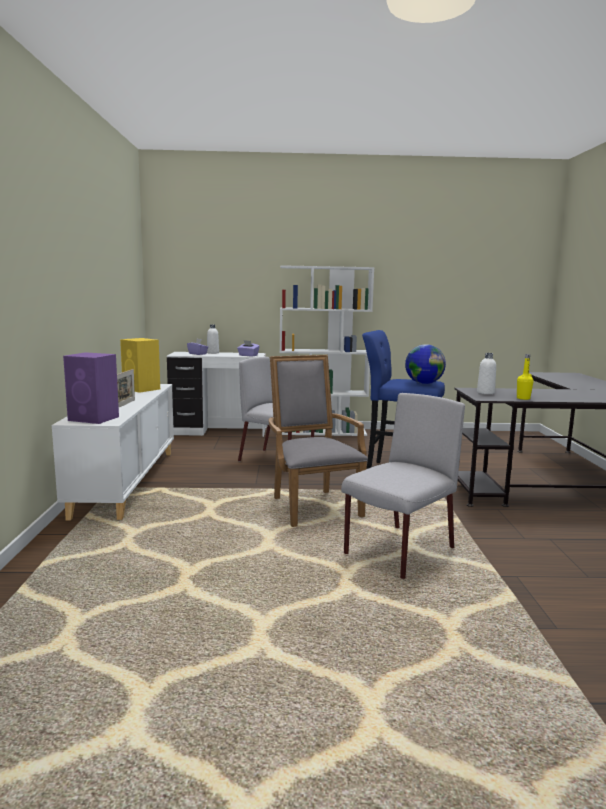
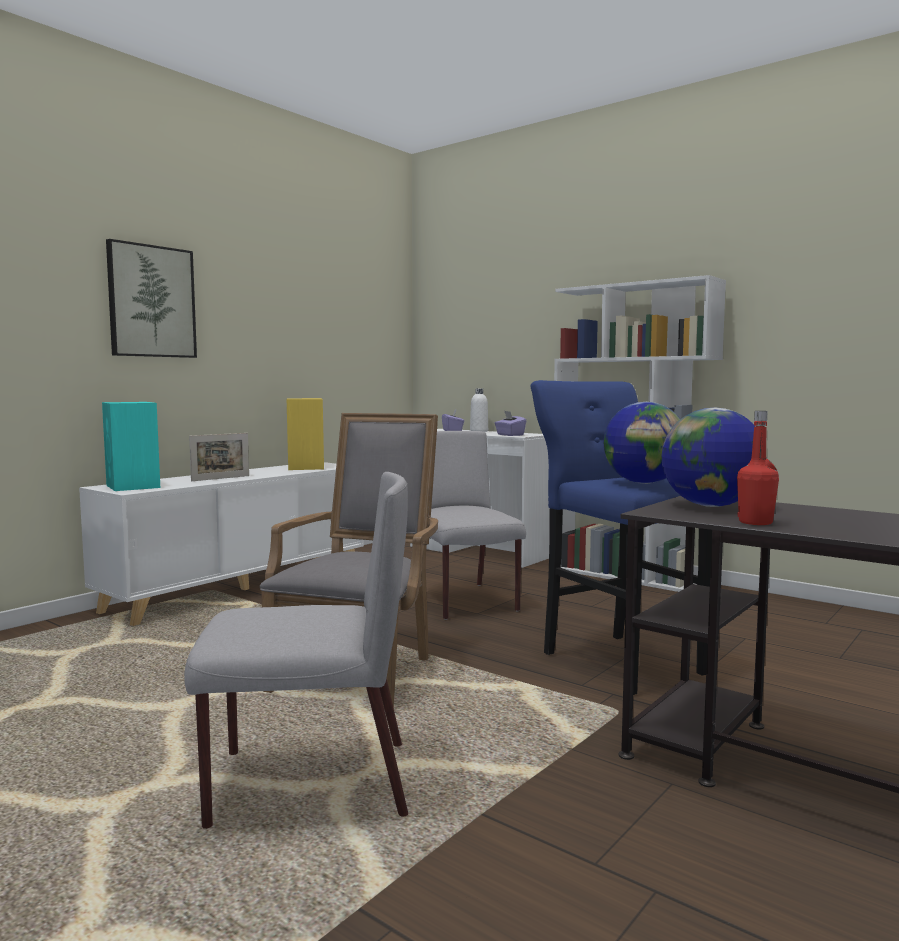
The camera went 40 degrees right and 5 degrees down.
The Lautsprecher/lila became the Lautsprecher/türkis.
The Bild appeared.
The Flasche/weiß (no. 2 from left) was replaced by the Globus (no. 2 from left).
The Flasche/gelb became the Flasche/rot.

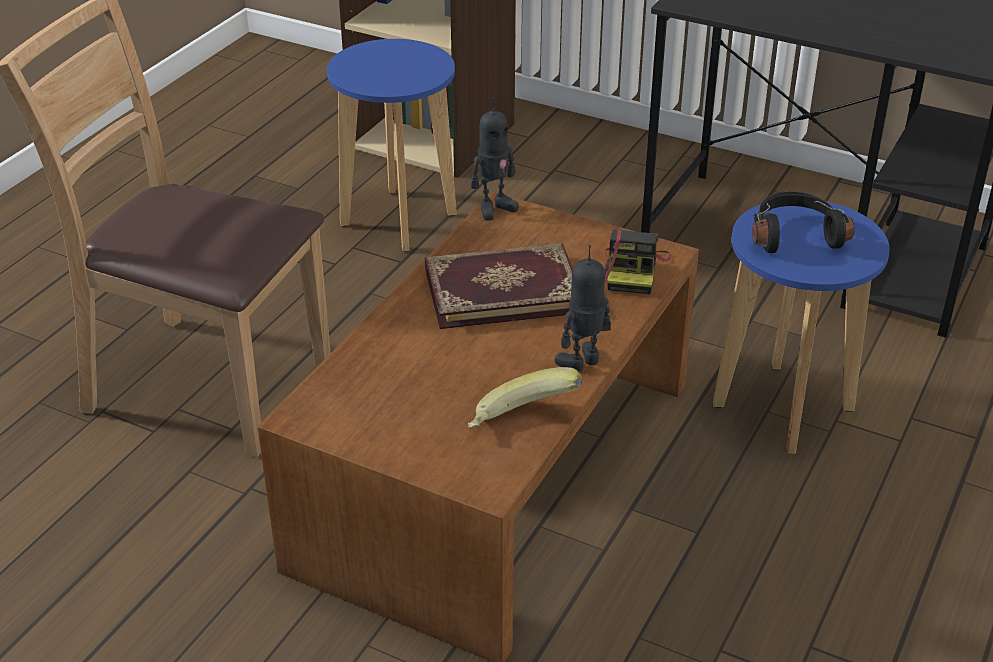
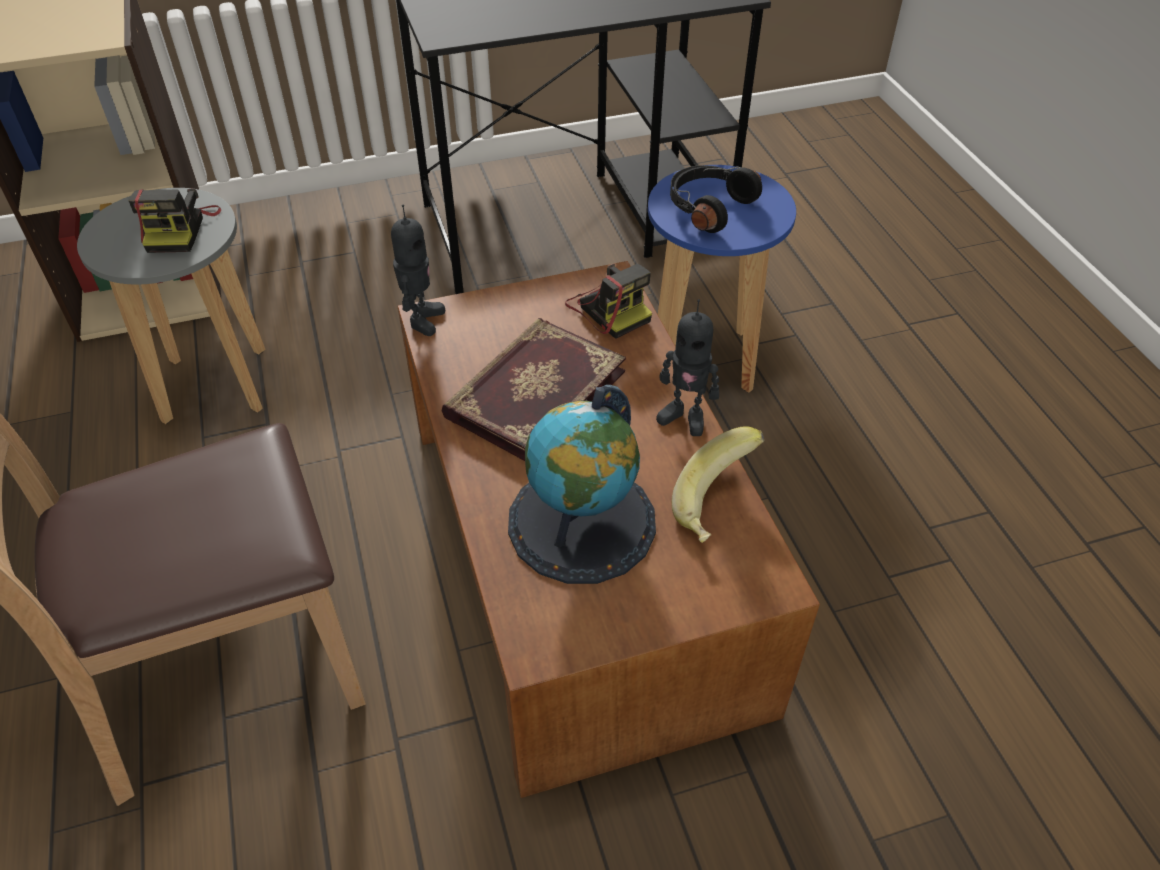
The camera went 45 degrees left and 10 degrees up.
The Hocker/blau (no. 1 from left) became the Hocker/grau.
The Kamera (no. 1 from left) appeared.
The Globus appeared.
The Spielzeugroboter (no. 2 from left) turned 75 degrees counterclockwise.

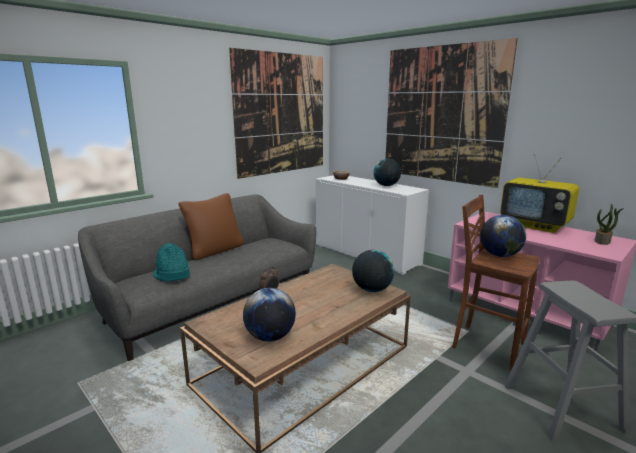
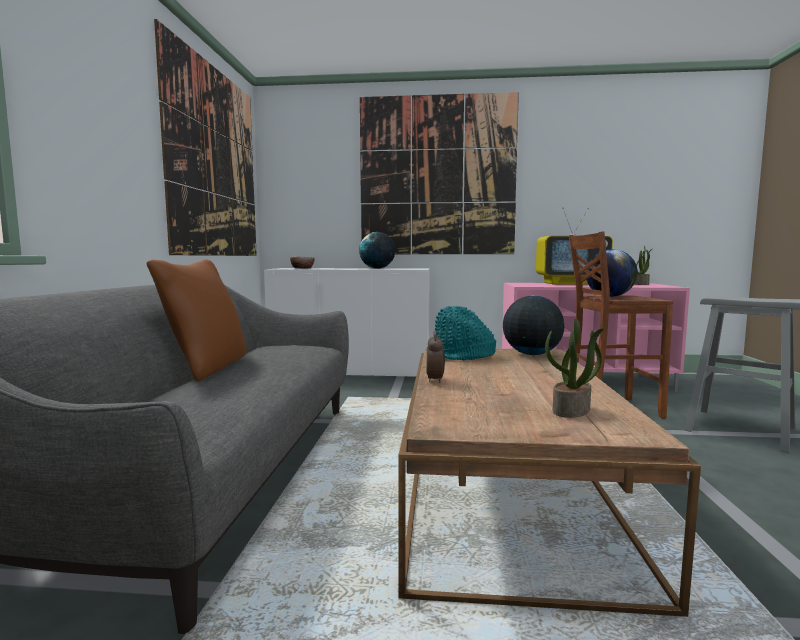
The camera went 40 degrees left and 10 degrees down.
The Hut/türkis moved.
The Globus (no. 1 from left) was replaced by the Topfpflanze (no. 1 from left).

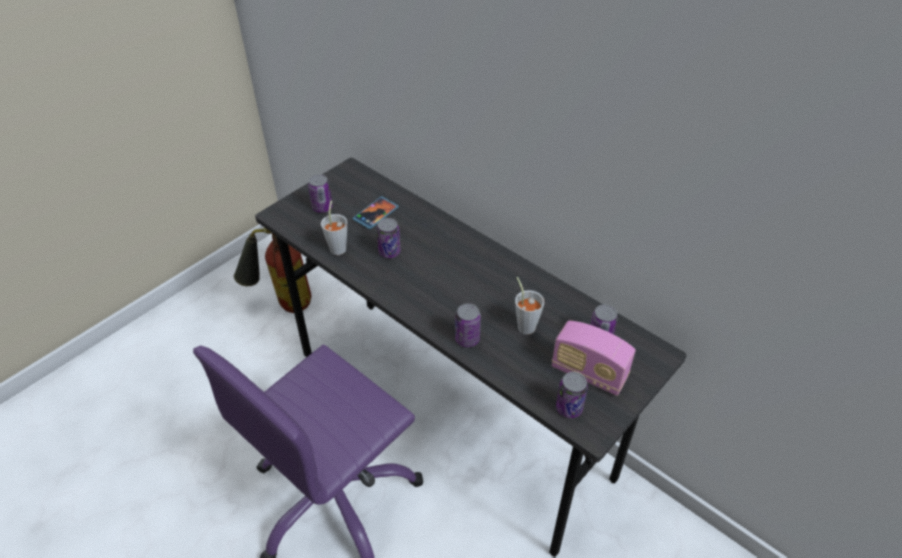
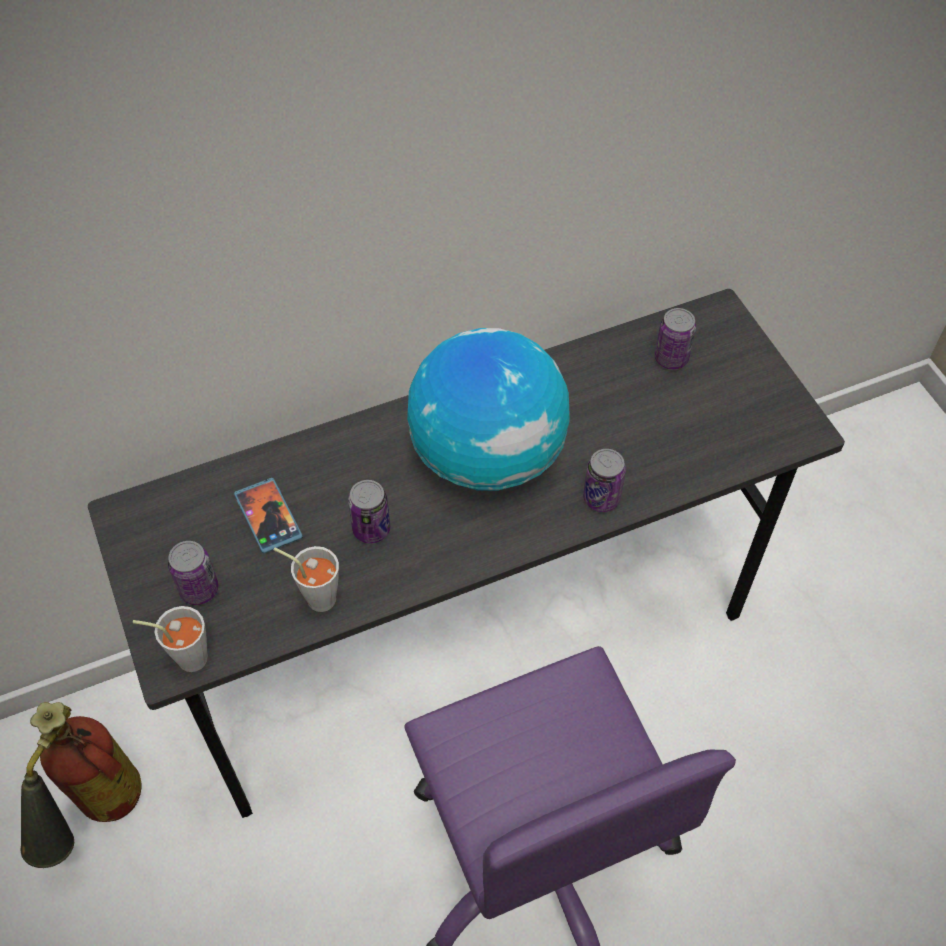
The camera went 65 degrees left and 10 degrees up.
The Tasse/grau (no. 2 from left in the first image) moved.
The Globus appeared.
The Radio disappeared.
The Dose (no. 4 from left) disappeared.

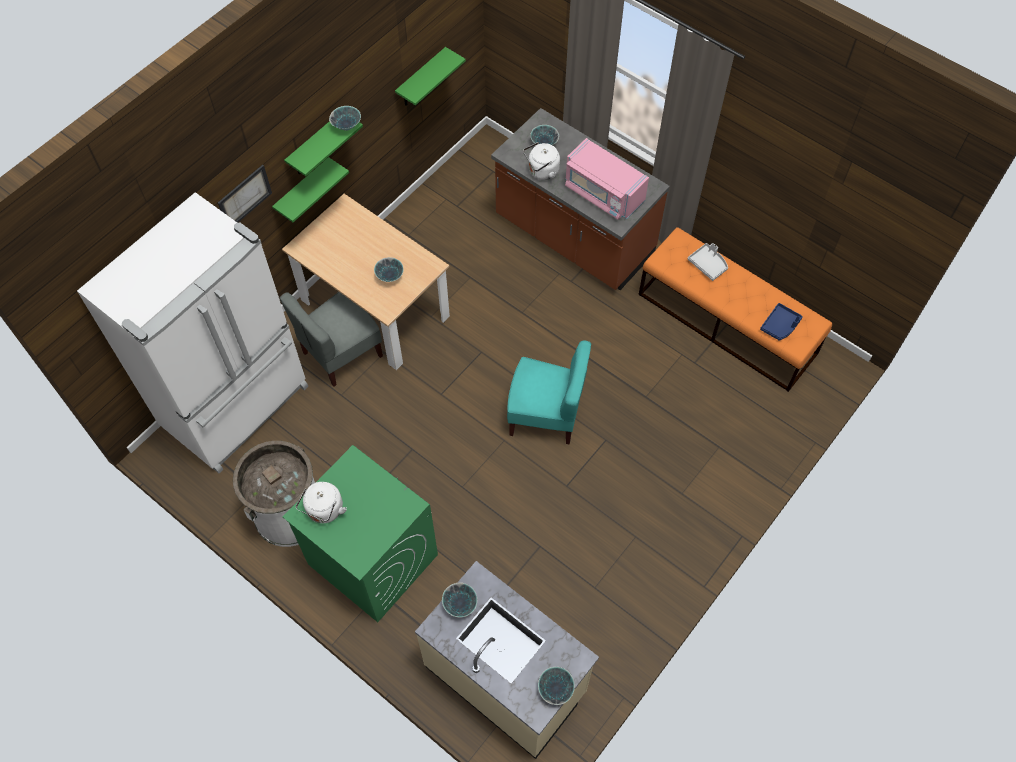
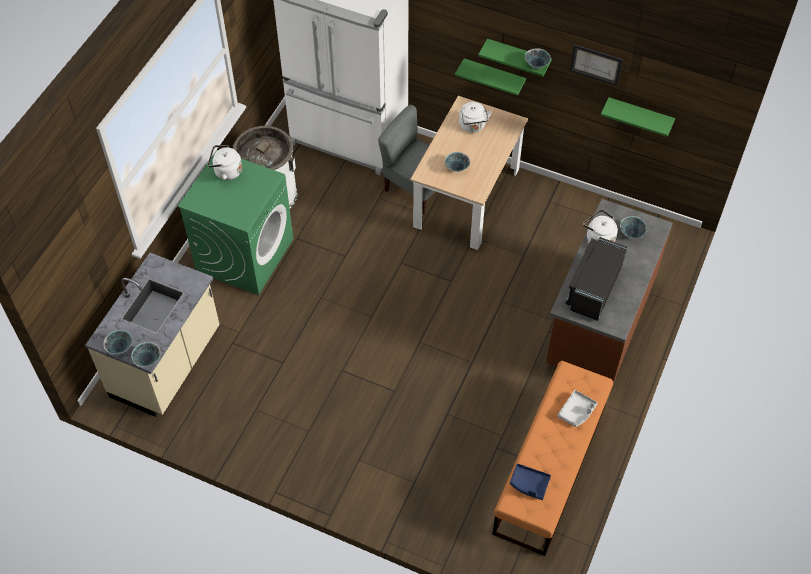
The camera went 75 degrees right and 5 degrees down.
The Schüssel (no. 3 from left in the first image) moved.
The Wasserkessel/weiß (no. 2 from left) appeared.
The Mikrowelle/rosa became the Mikrowelle/schwarz.
The Bild moved.
The Stuhl/türkis disappeared.

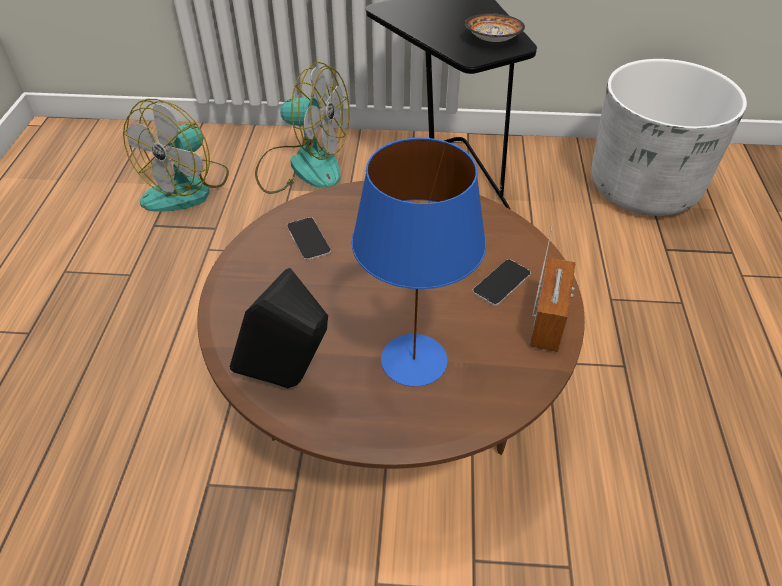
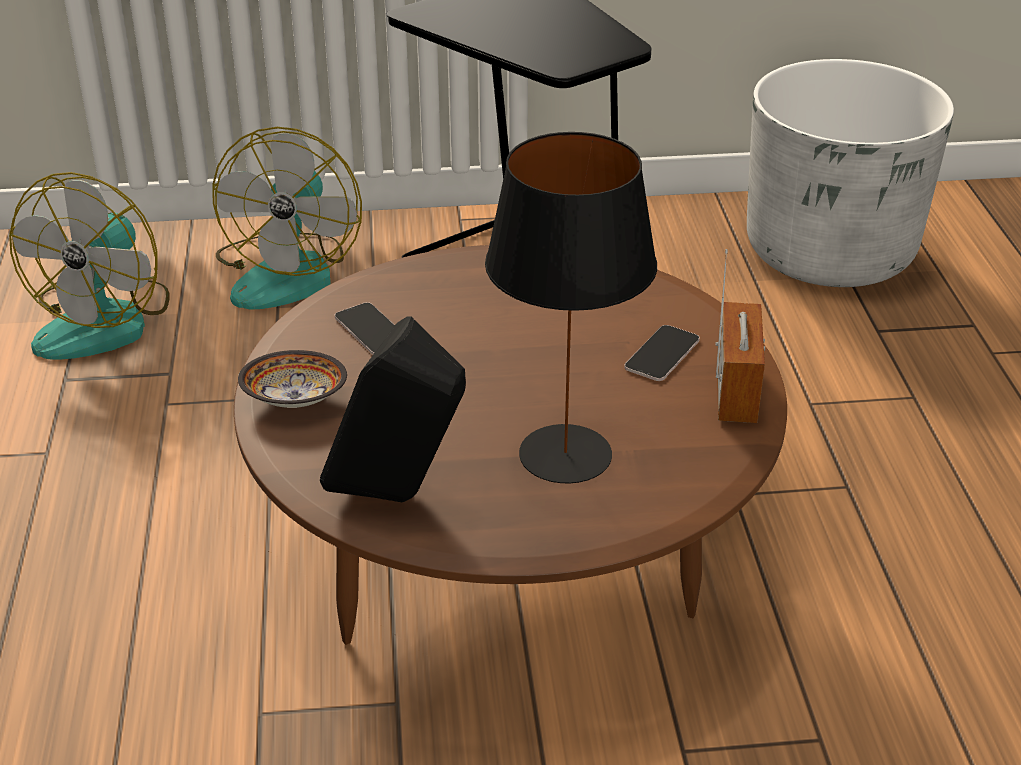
The camera went 10 degrees left and 10 degrees down.
The Ventilator (no. 2 from left) turned 90 degrees clockwise.
The Schüssel moved.
The Tischlampe/blau became the Tischlampe/schwarz.

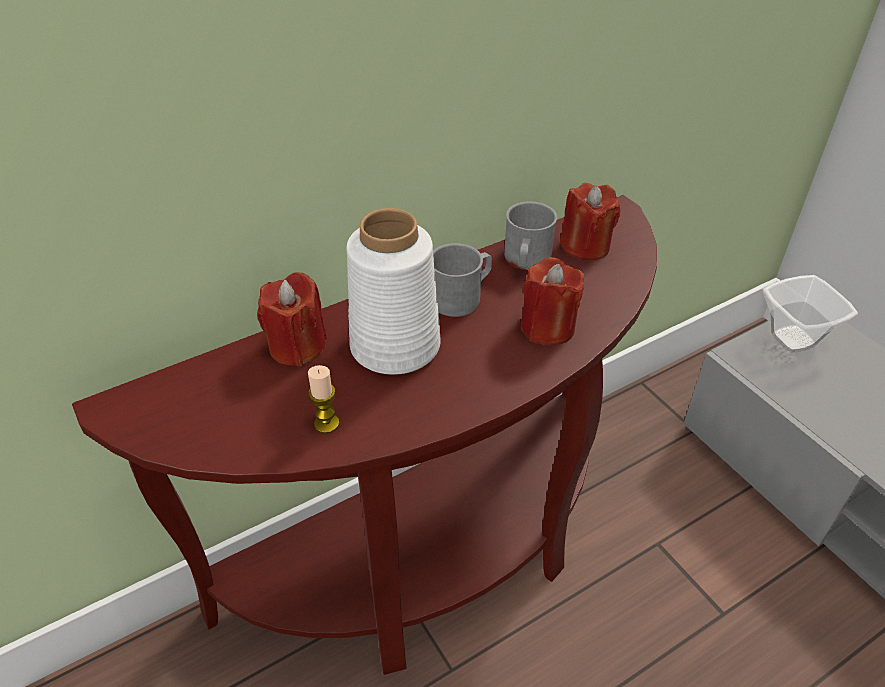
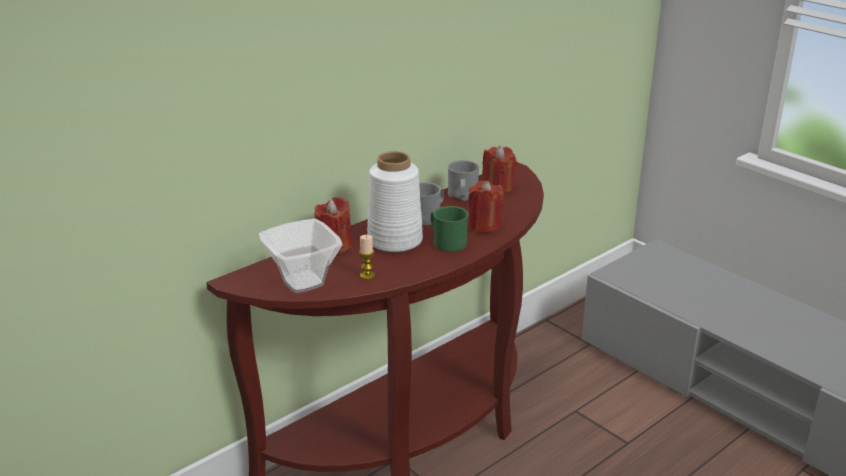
The camera went 10 degrees left and 15 degrees down.
The Schüssel moved.
The Henkelbecher/grün appeared.

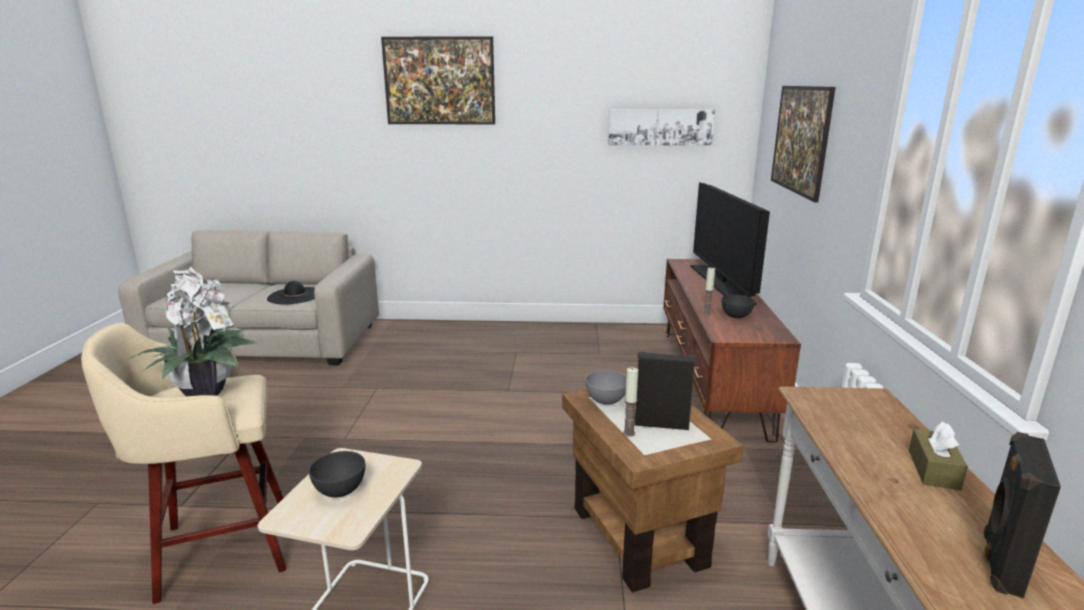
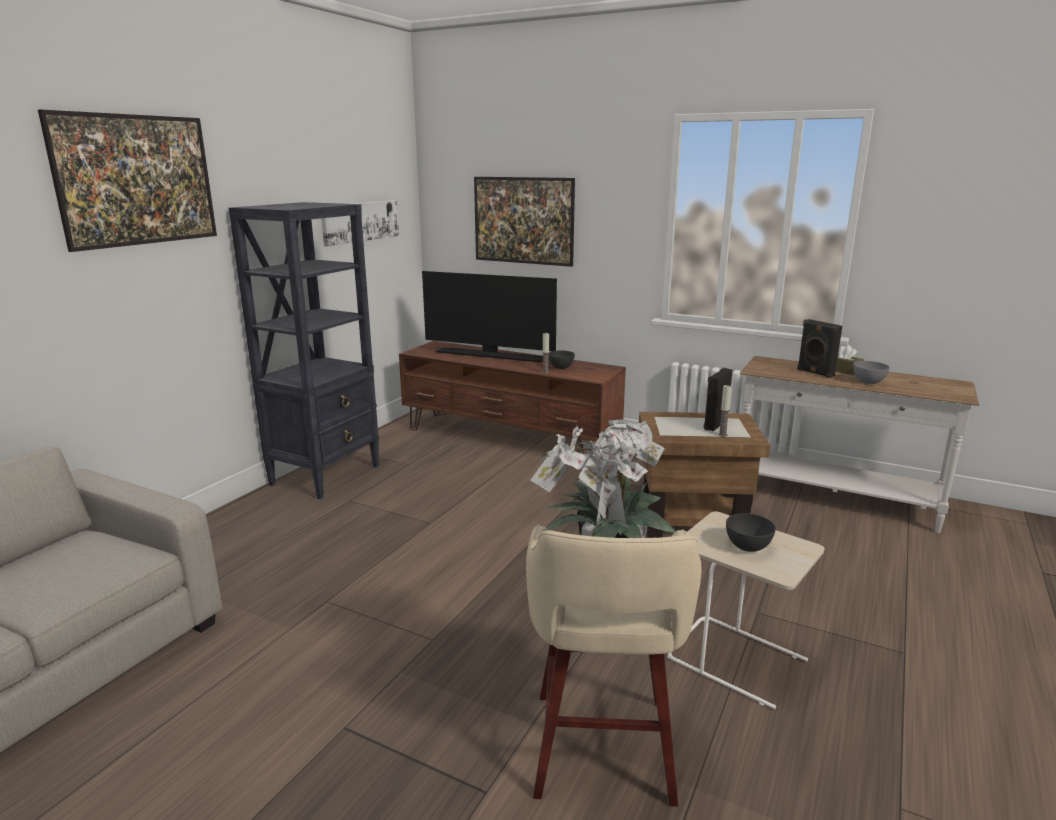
The camera went 65 degrees left and 0 degrees up.
The Bücherregal/schwarz appeared.
The Lautsprecher/schwarz (no. 2 from left) moved.
The Schüssel/grau (no. 2 from left in the first image) moved.
The Hut/schwarz disappeared.

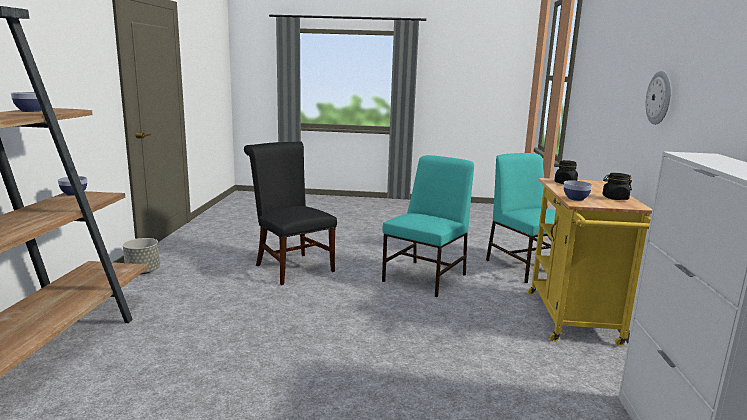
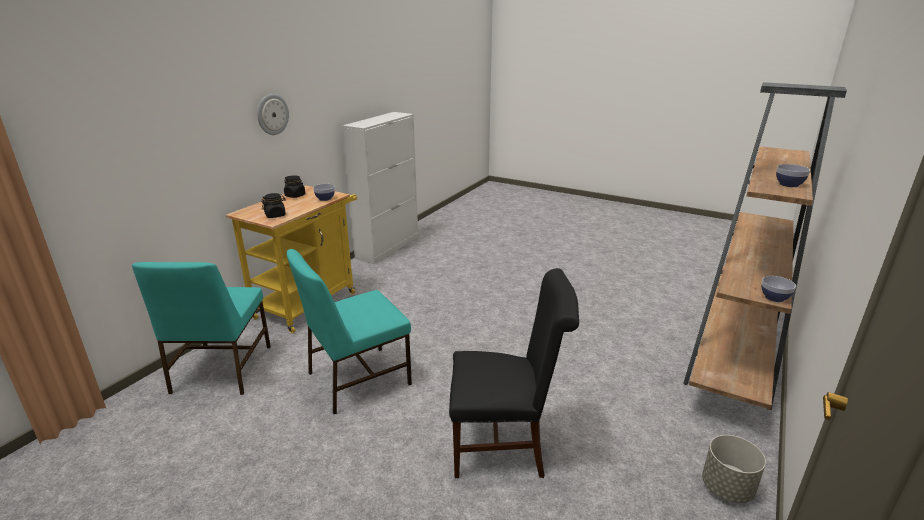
The camera went 155 degrees left and 10 degrees up.
The Stuhl/schwarz turned 75 degrees counterclockwise.

